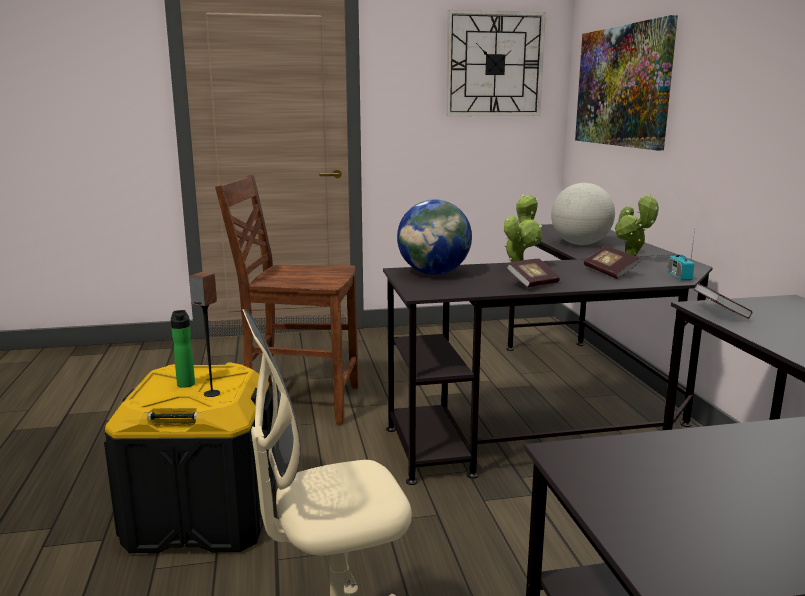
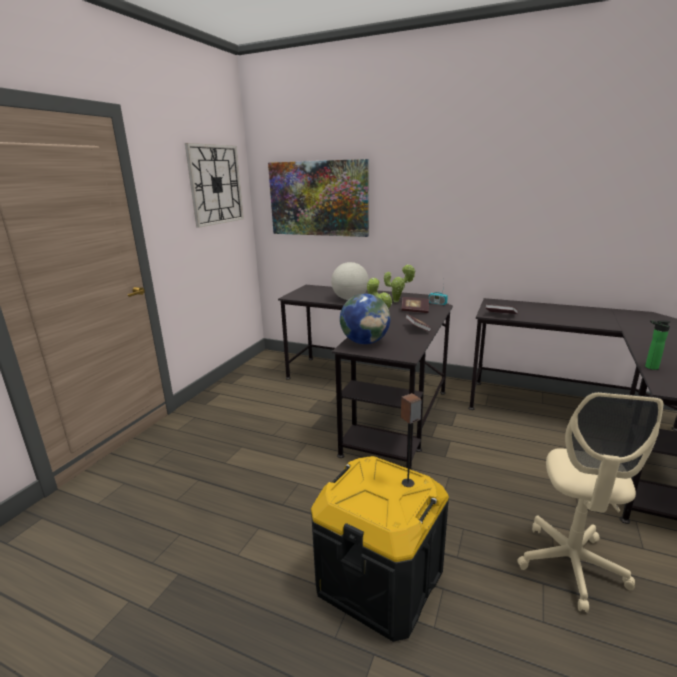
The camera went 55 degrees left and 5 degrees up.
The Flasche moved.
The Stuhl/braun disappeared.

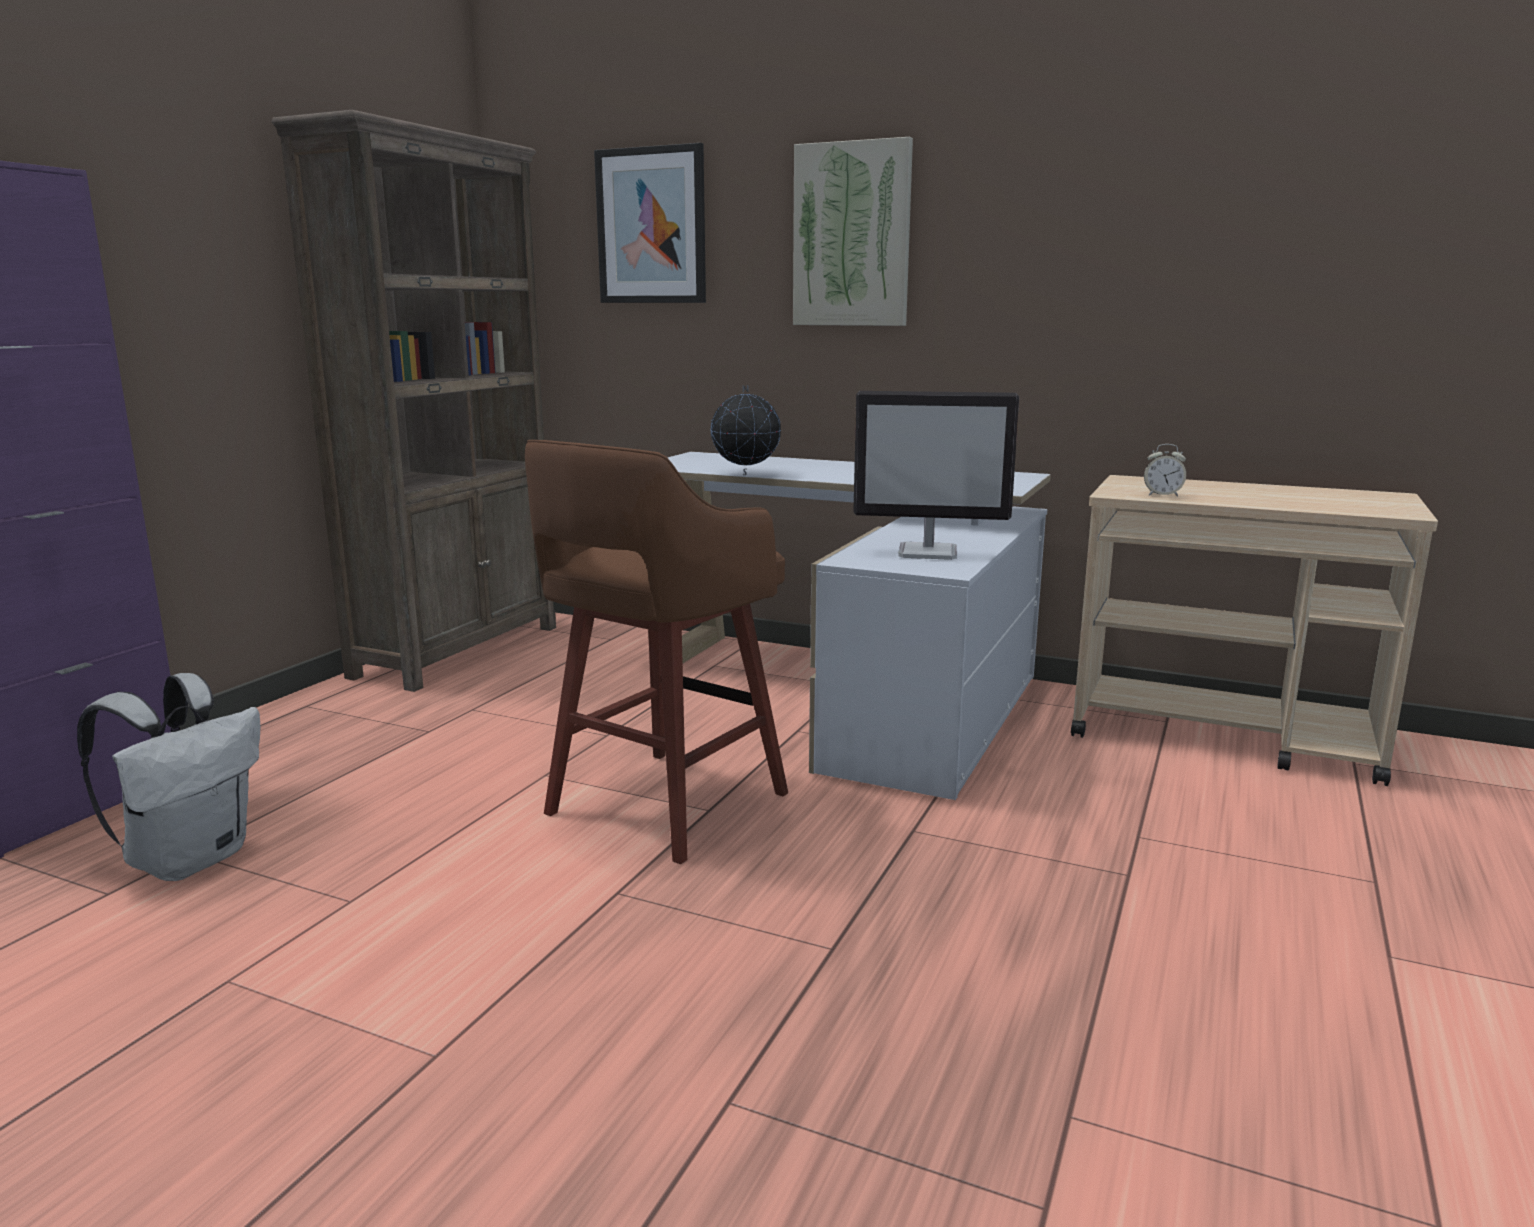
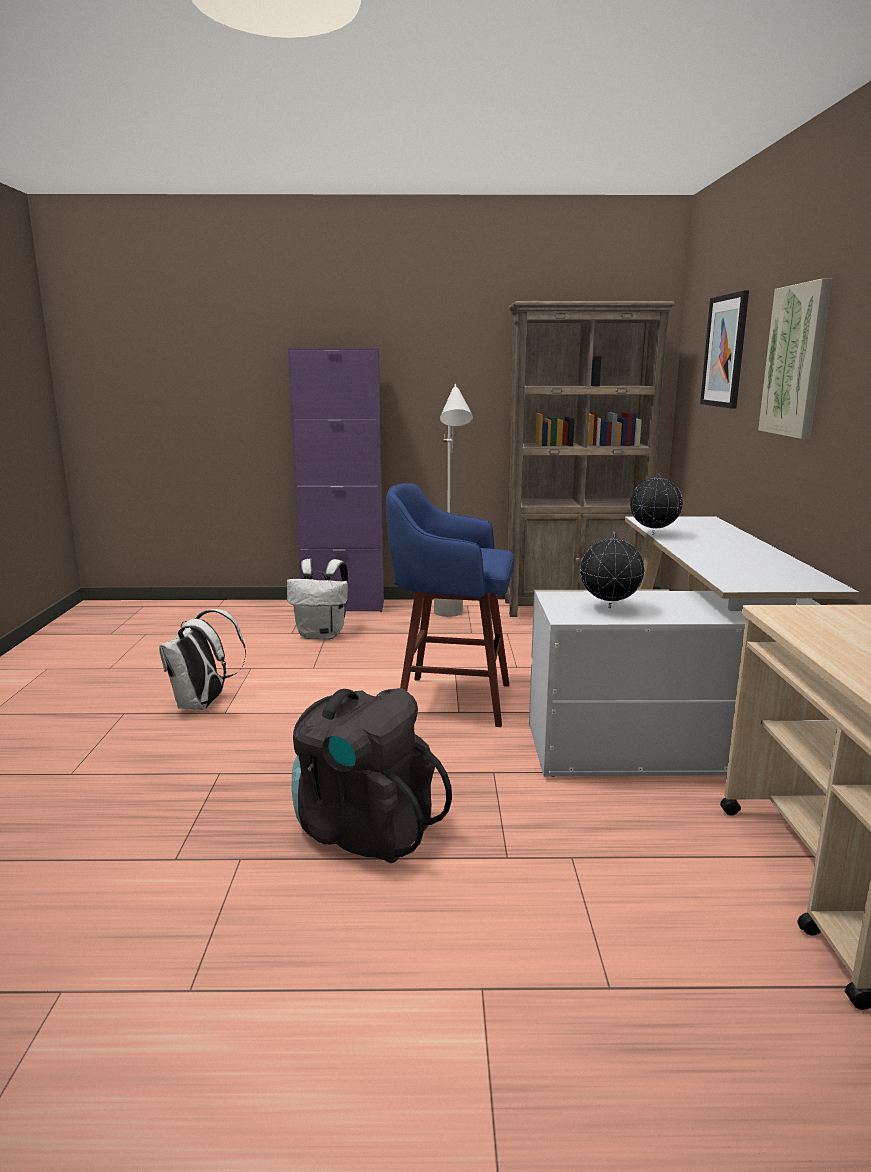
The camera went 65 degrees right and 0 degrees up.
The Rucksack/weiß (no. 1 from left) appeared.
The Rucksack/schwarz appeared.
The Hocker/braun became the Hocker/blau.
The Stehlampe/grau appeared.
The Monitor was replaced by the Globus (no. 1 from left).
The Wecker disappeared.

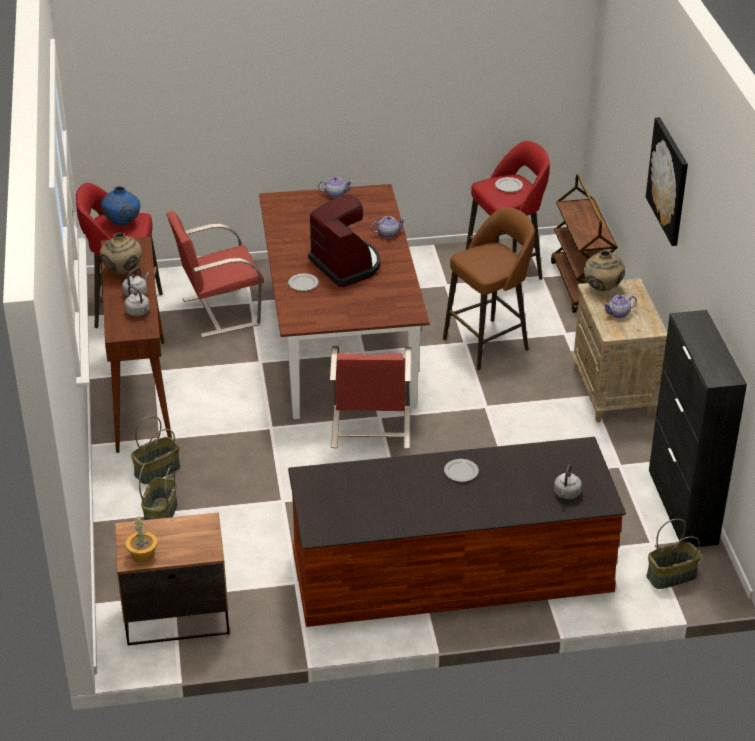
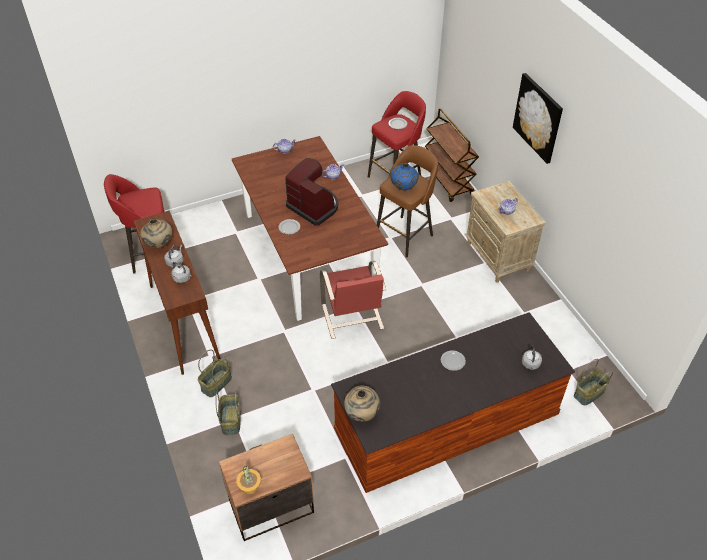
The camera went 15 degrees left and 10 degrees up.
The Vase/beige (no. 2 from left) moved.
The Vase/blau moved.
The Stuhl/rot (no. 1 from left) disappeared.
The Schrank/schwarz disappeared.

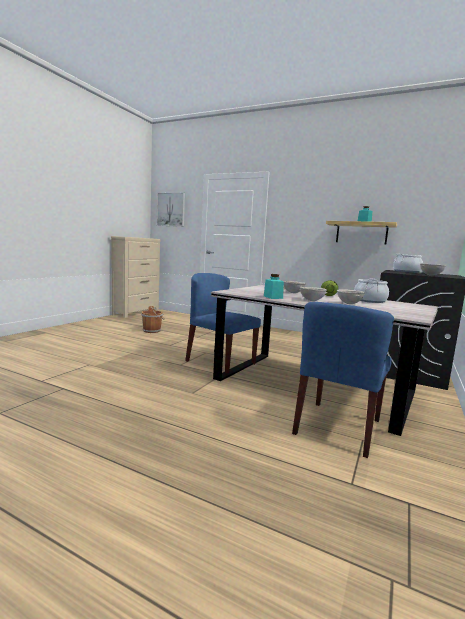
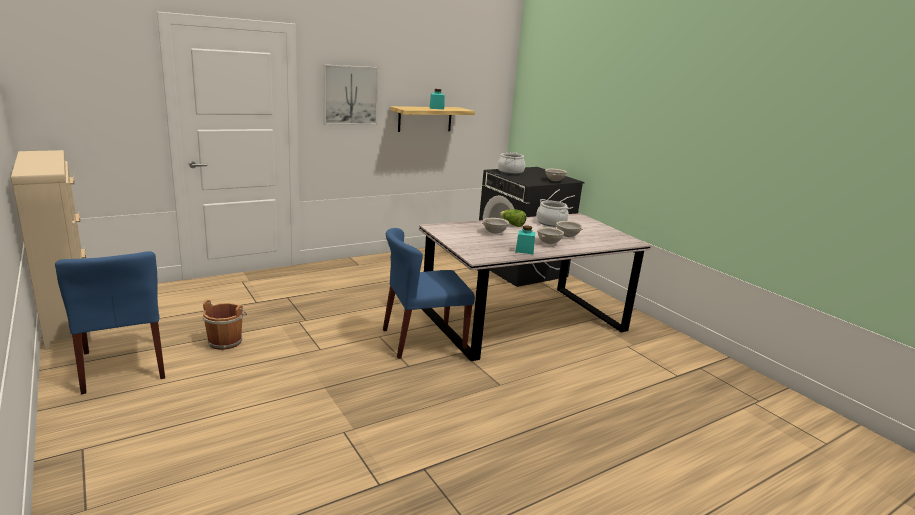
The camera went 60 degrees left and 10 degrees up.
The Stuhl/blau (no. 2 from left in the first image) moved.
The Bild moved.

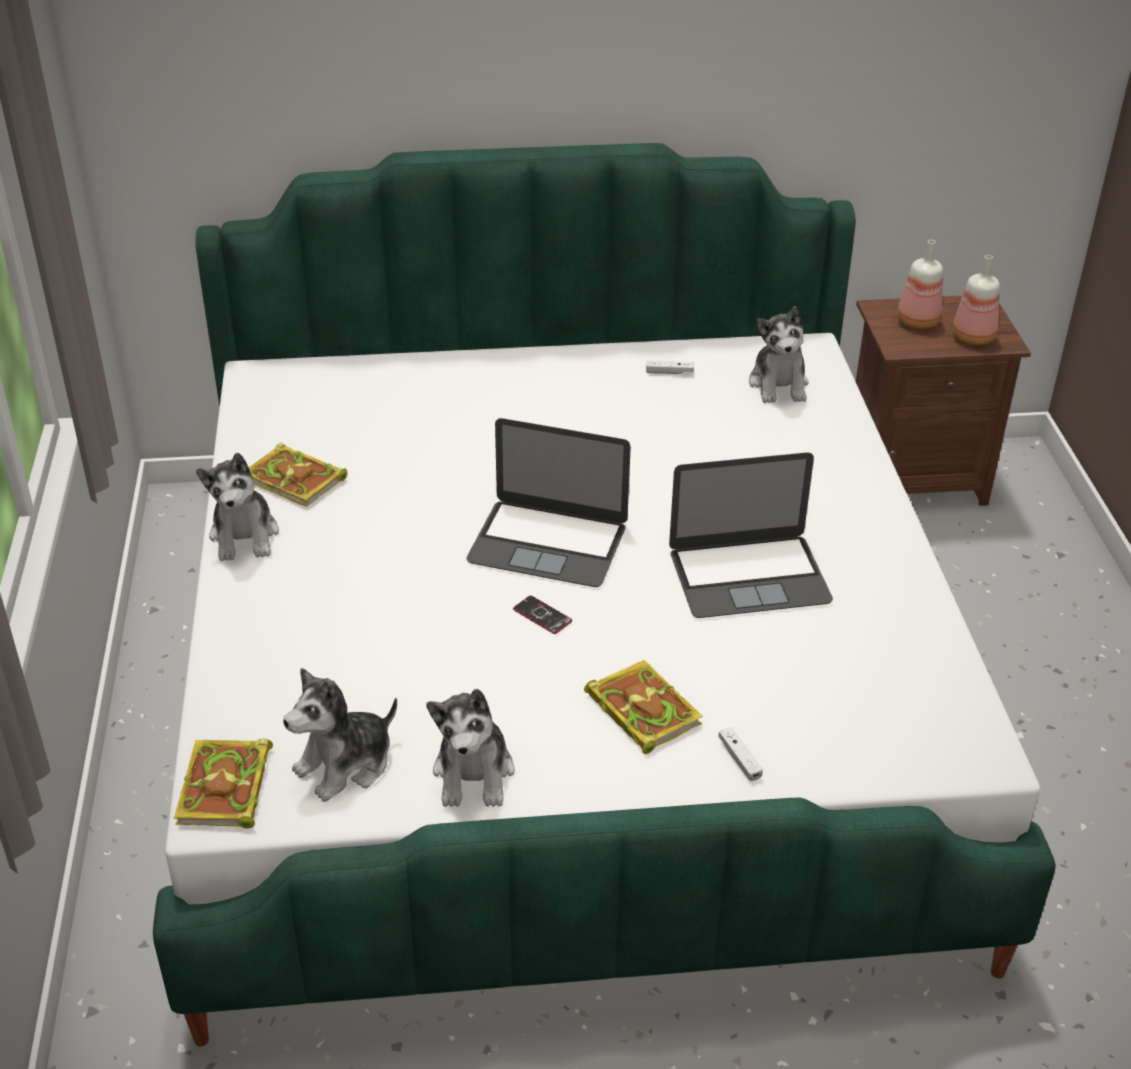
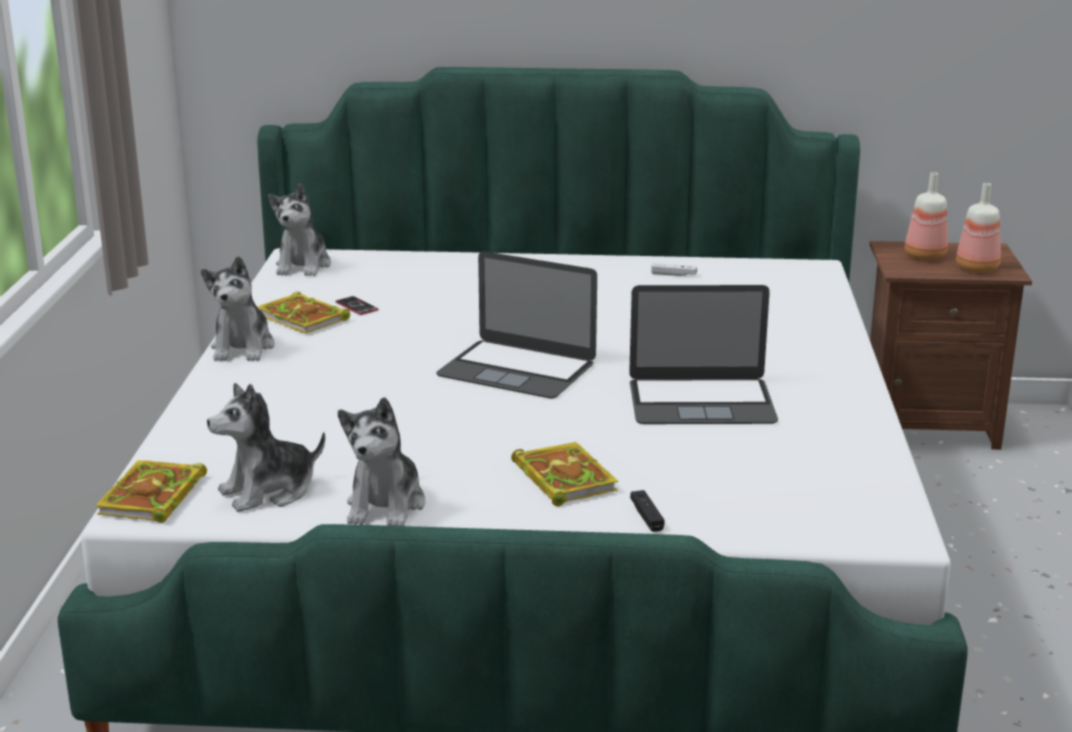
The camera went 10 degrees right and 15 degrees down.
The Plüschtier (no. 4 from left in the first image) moved.
The Handy moved.
The Gamepad/weiß (no. 2 from left) became the Gamepad/schwarz.

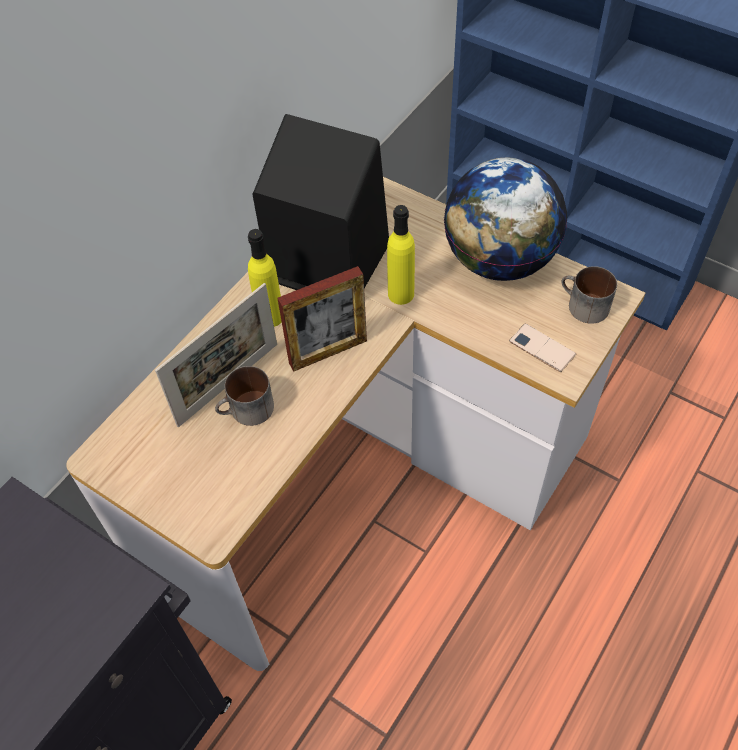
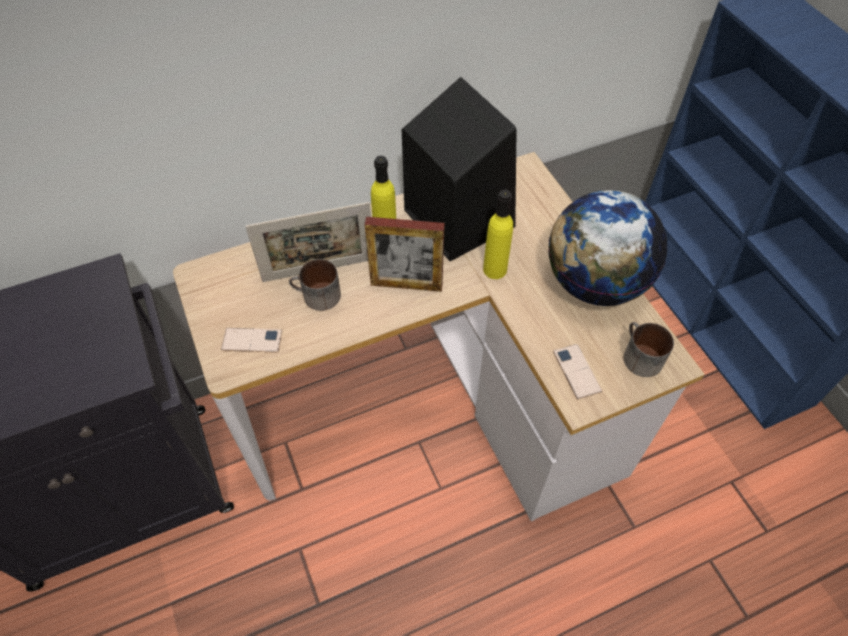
The camera went 30 degrees right and 0 degrees up.
The Handy (no. 1 from left) appeared.

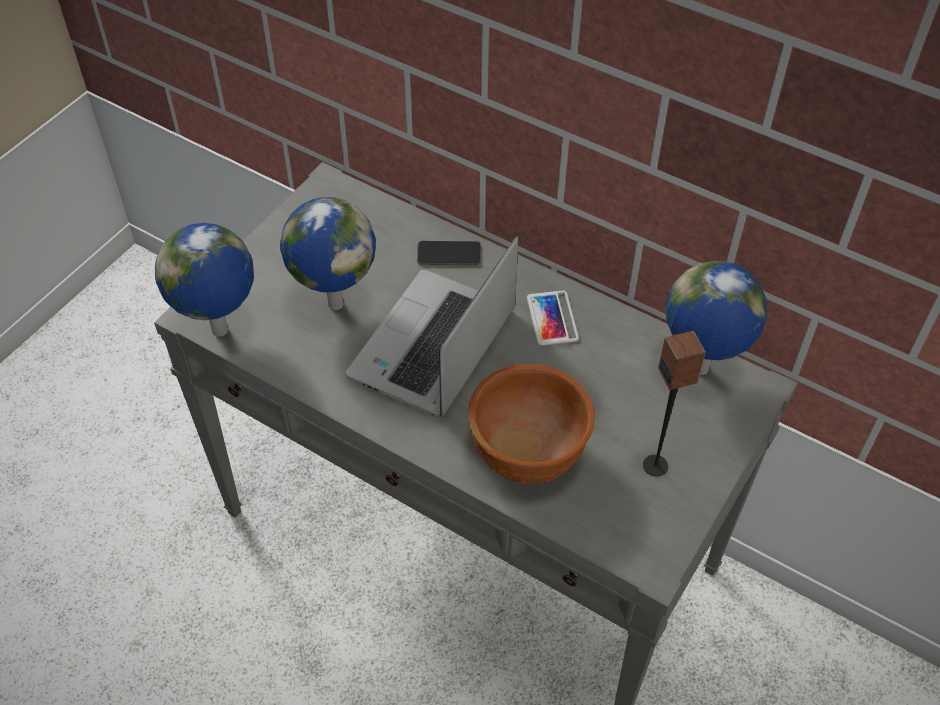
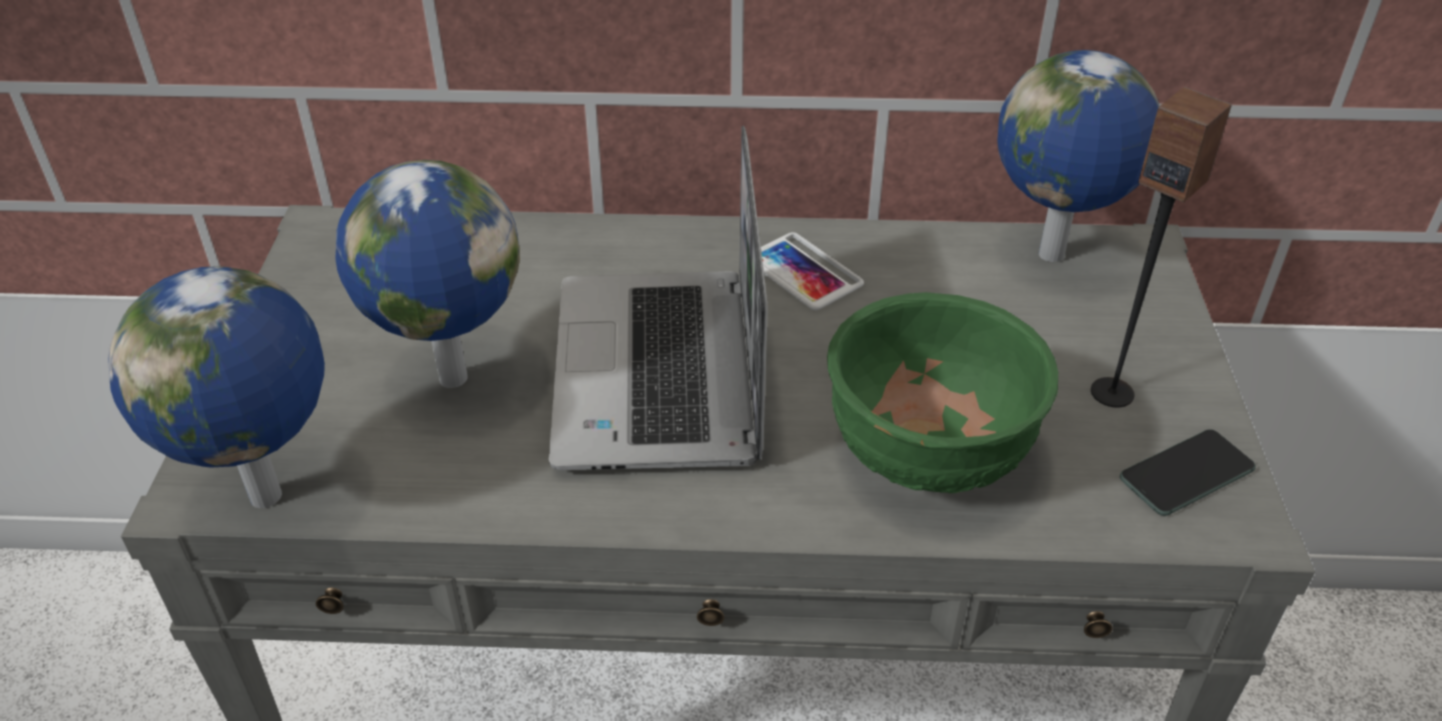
The camera went 30 degrees left and 10 degrees down.
The Schüssel/braun became the Schüssel/grün.
The Handy (no. 1 from left in the first image) moved.

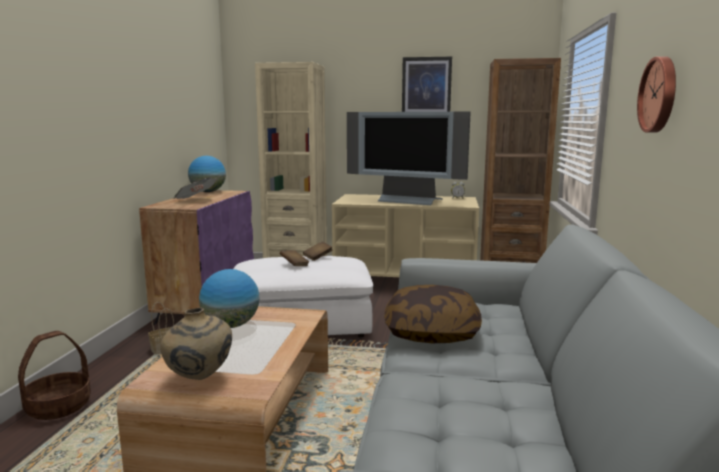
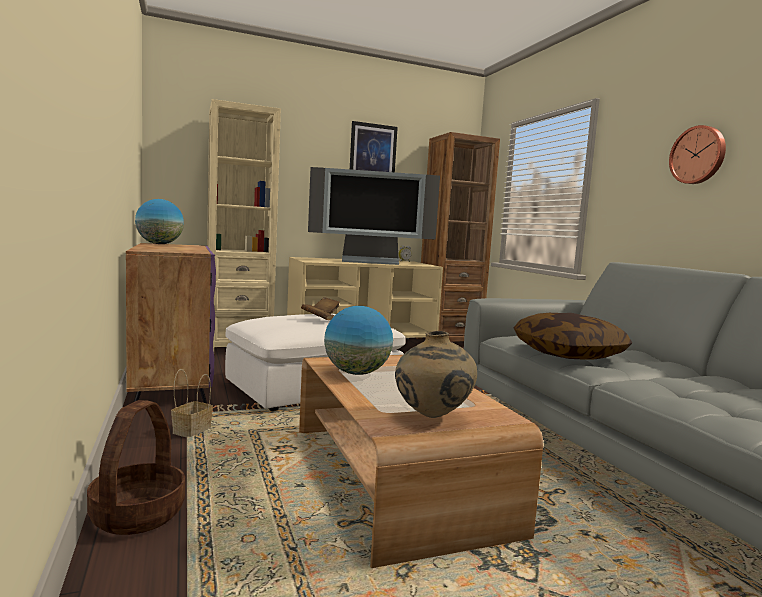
The camera went 30 degrees left and 5 degrees down.
The Zeitung disappeared.

